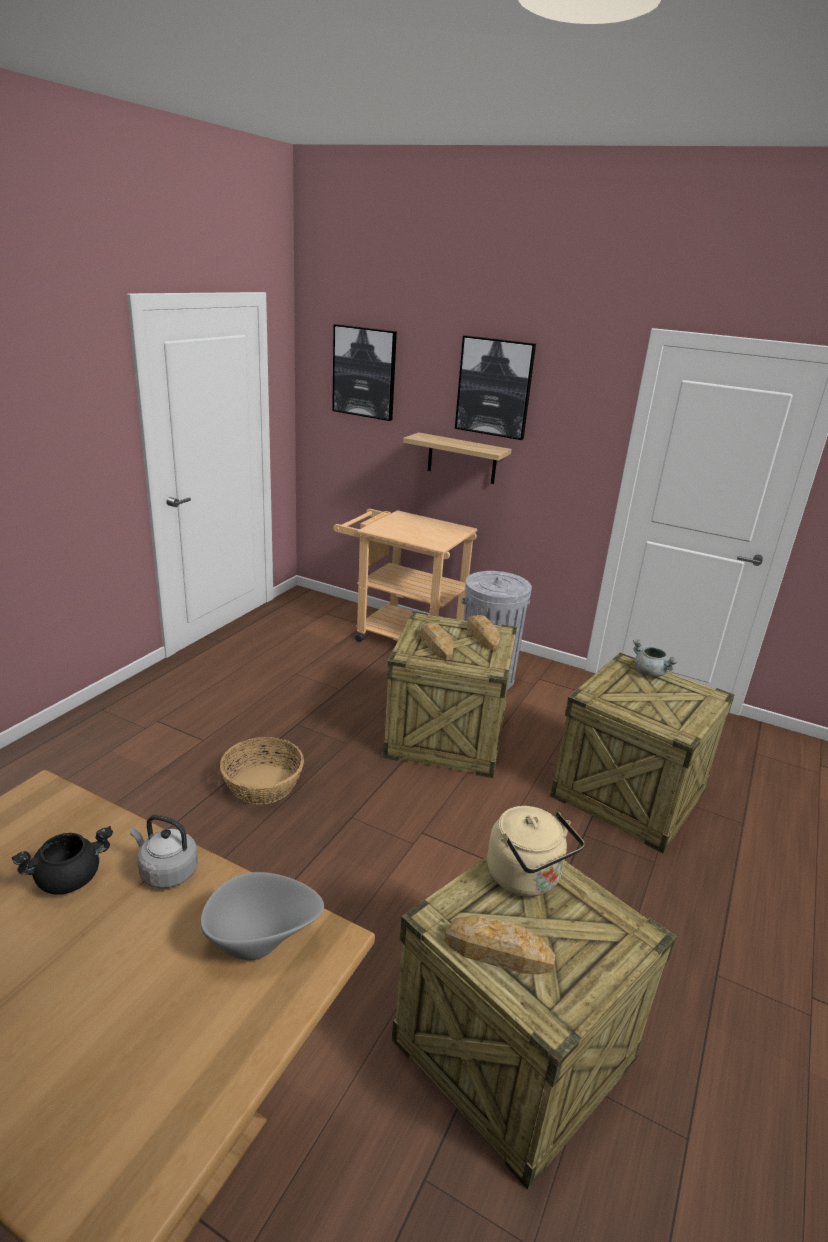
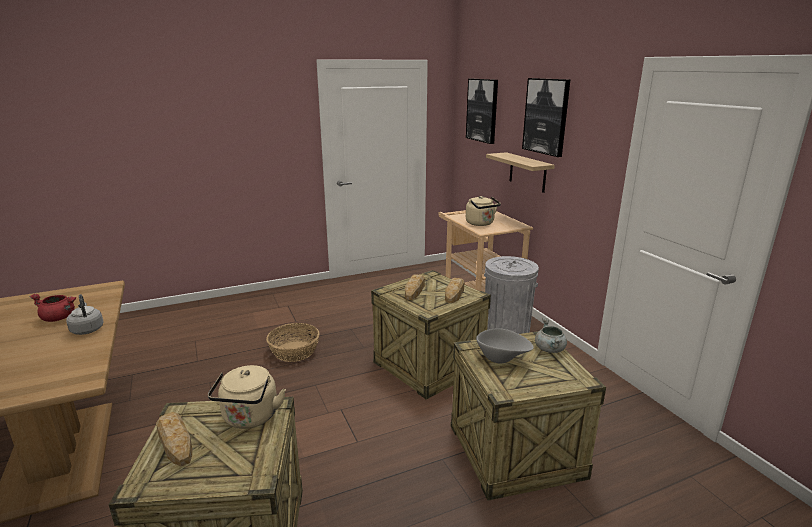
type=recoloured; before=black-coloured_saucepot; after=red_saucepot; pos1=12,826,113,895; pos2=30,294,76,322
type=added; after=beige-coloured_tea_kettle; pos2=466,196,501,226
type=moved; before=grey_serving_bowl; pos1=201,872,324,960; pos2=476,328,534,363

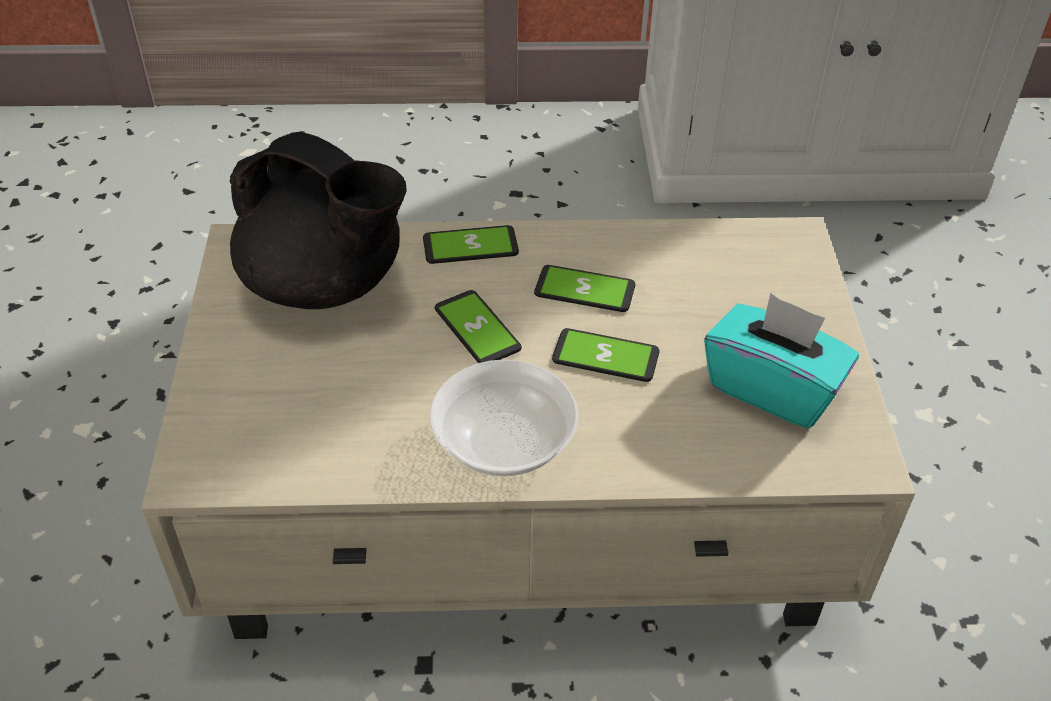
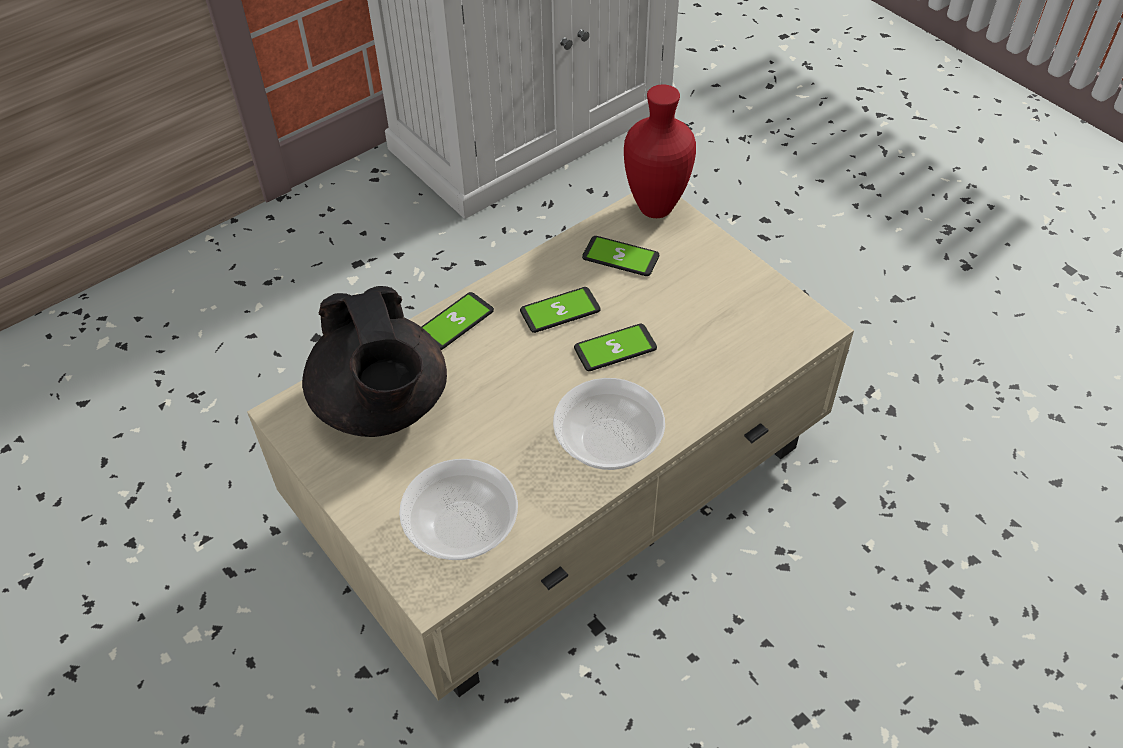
type=turned; before=black-coloured_tea_pot; pos1=229,131,407,309; pos2=302,286,447,437; turn=75
type=added; after=serving_bowl; pos2=399,459,518,560
type=moved; before=handset; pos1=435,290,522,363; pos2=582,236,659,276
type=added; after=red_decorative_vase; pos2=624,84,696,218
type=removed; before=turquoise-coloured_box_of_tissues; pos1=704,293,859,428

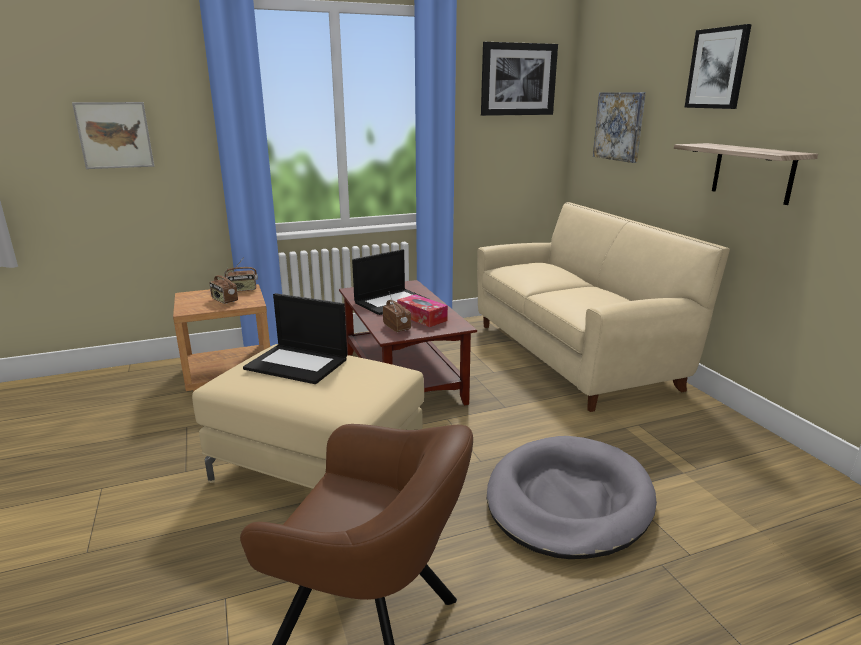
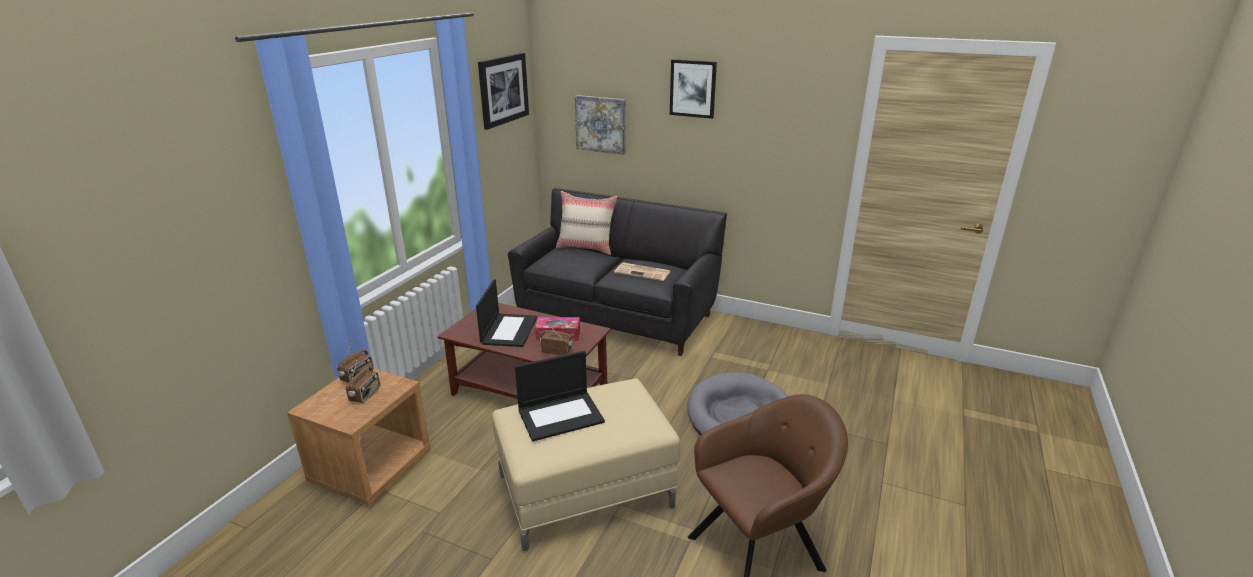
type=turned; before=radio_set; pos1=210,267,238,304; pos2=346,361,380,403; turn=-75
type=recoloured; before=beige-coloured_settee; after=black-coloured_settee; pos1=477,202,730,412; pos2=508,188,727,356
type=added; after=beige-coloured_throw_pillow; pos2=556,191,617,255
type=added; after=newspaper; pos2=614,262,671,281
type=removed; before=wall_art; pos1=72,102,154,169
type=removed; before=wall_shelf; pos1=674,143,818,205

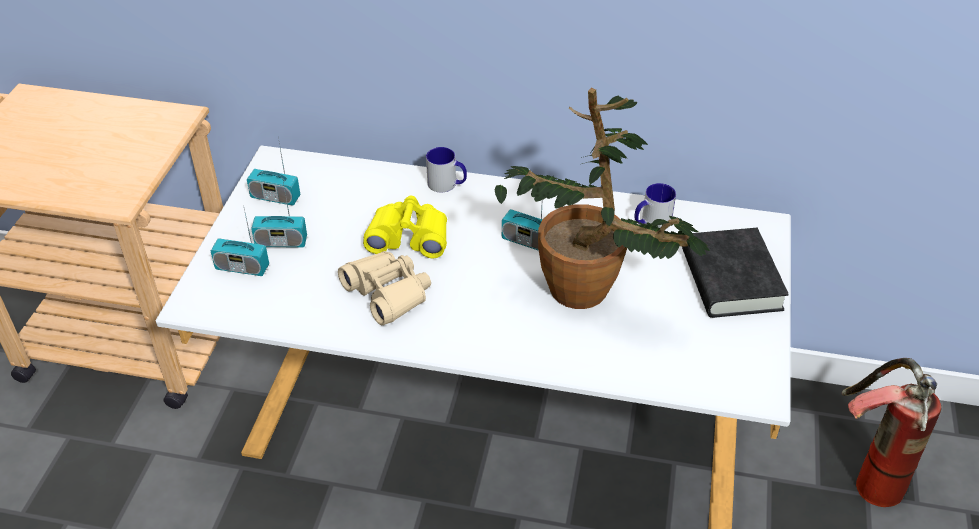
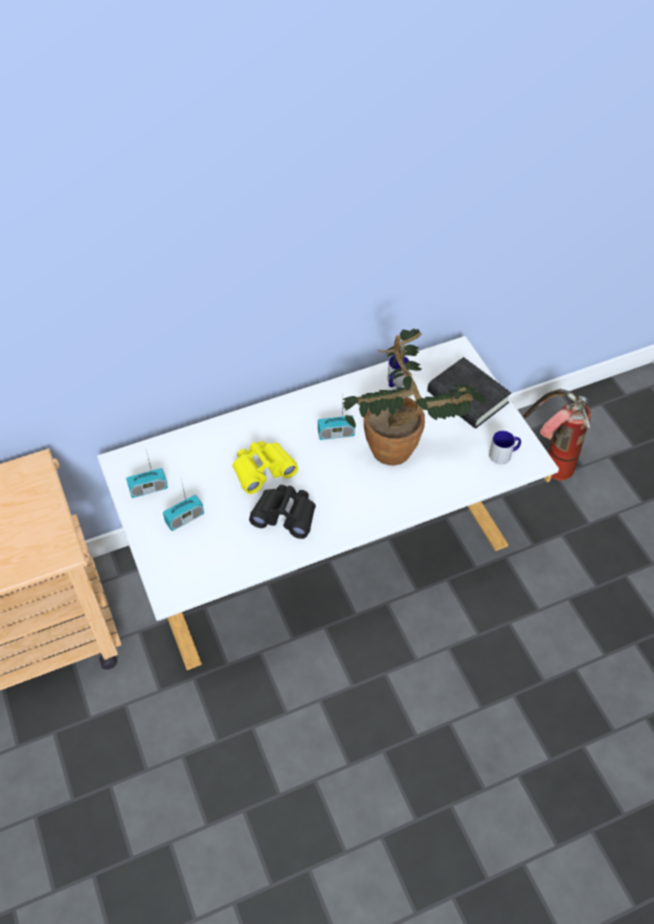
type=recoloured; before=beige-coloured_field_glasses; after=black-coloured_field_glasses; pos1=338,251,431,325; pos2=249,485,316,539
type=moved; before=coffee_mug; pos1=426,147,467,192; pos2=489,431,521,464
type=removed; before=radio_set; pos1=211,204,269,276

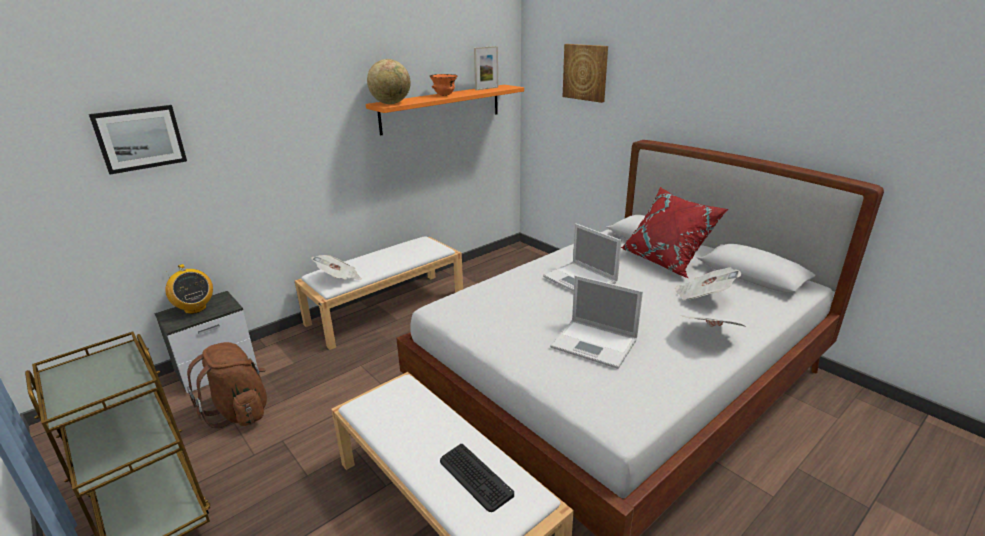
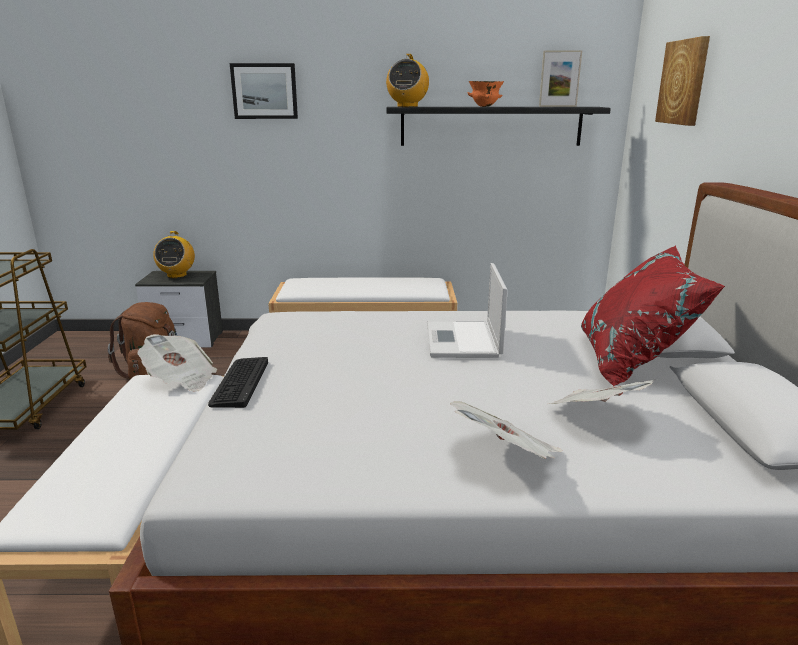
type=moved; before=newspaper; pos1=311,255,361,280; pos2=138,334,217,392
type=moved; before=PC_keyboard; pos1=440,444,514,512; pos2=208,357,268,408
type=moved; before=wall_art; pos1=89,105,187,175; pos2=230,63,298,119
type=replaced; before=globe; after=radio_set; pos1=367,59,411,104; pos2=386,54,429,107
type=recoloured; before=orangey_wall_shelf; after=black-coloured_wall_shelf; pos1=366,85,524,136; pos2=386,107,611,146
type=removed; before=notebook_computer; pos1=550,275,643,369

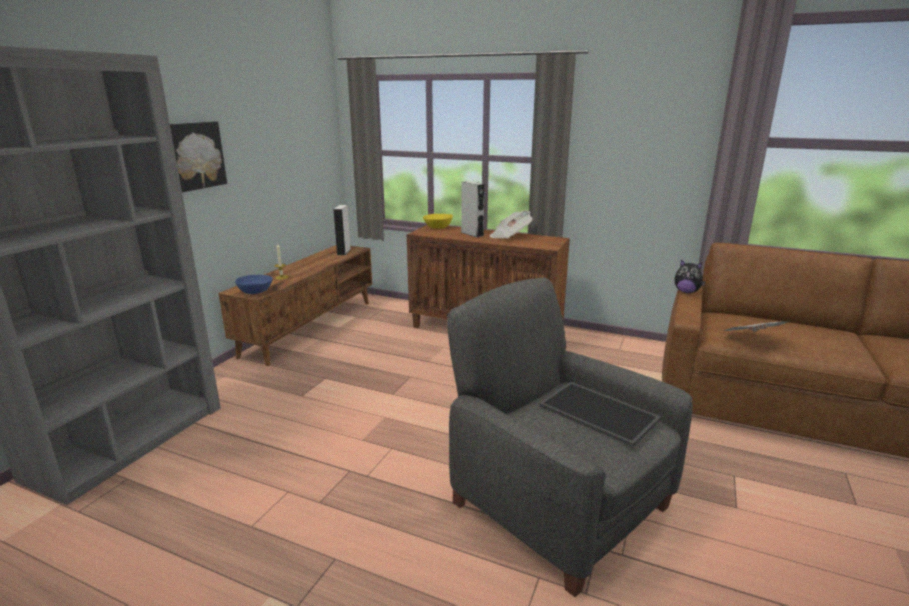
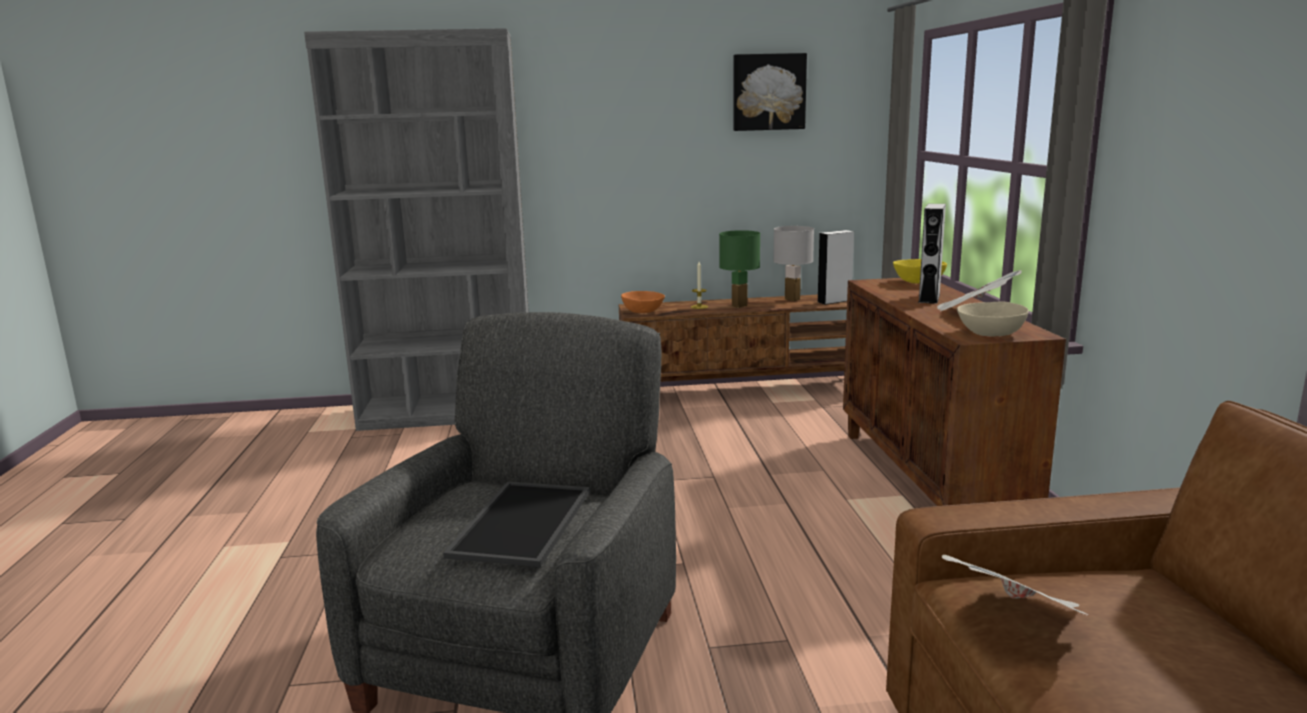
type=recoloured; before=blue-coloured_serving_bowl; after=orangey_serving_bowl; pos1=235,275,273,294; pos2=621,291,665,313
type=added; after=greenish_tabletop_lamp; pos2=719,230,760,308
type=moved; before=wall_art; pos1=170,121,227,192; pos2=733,53,807,131
type=added; after=white-coloured_tabletop_lamp; pos2=773,226,814,301
type=added; after=beige-coloured_serving_bowl; pos2=957,302,1029,337
type=removed; before=cuddly_toy; pos1=675,260,706,293

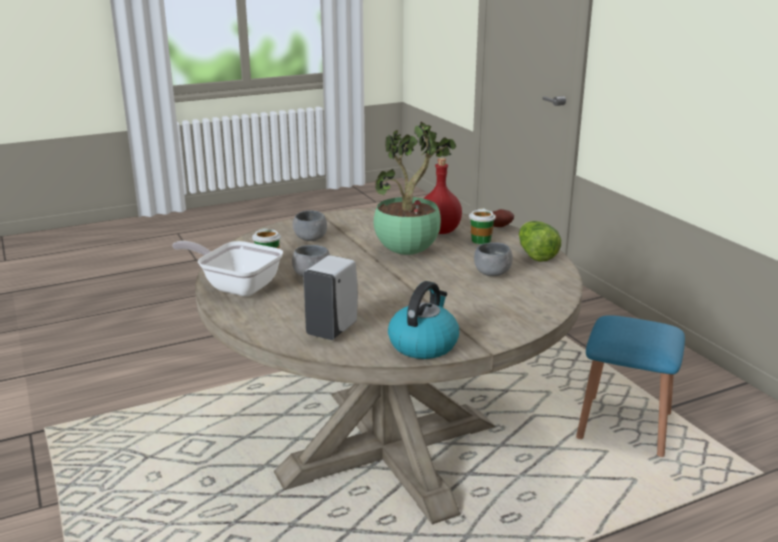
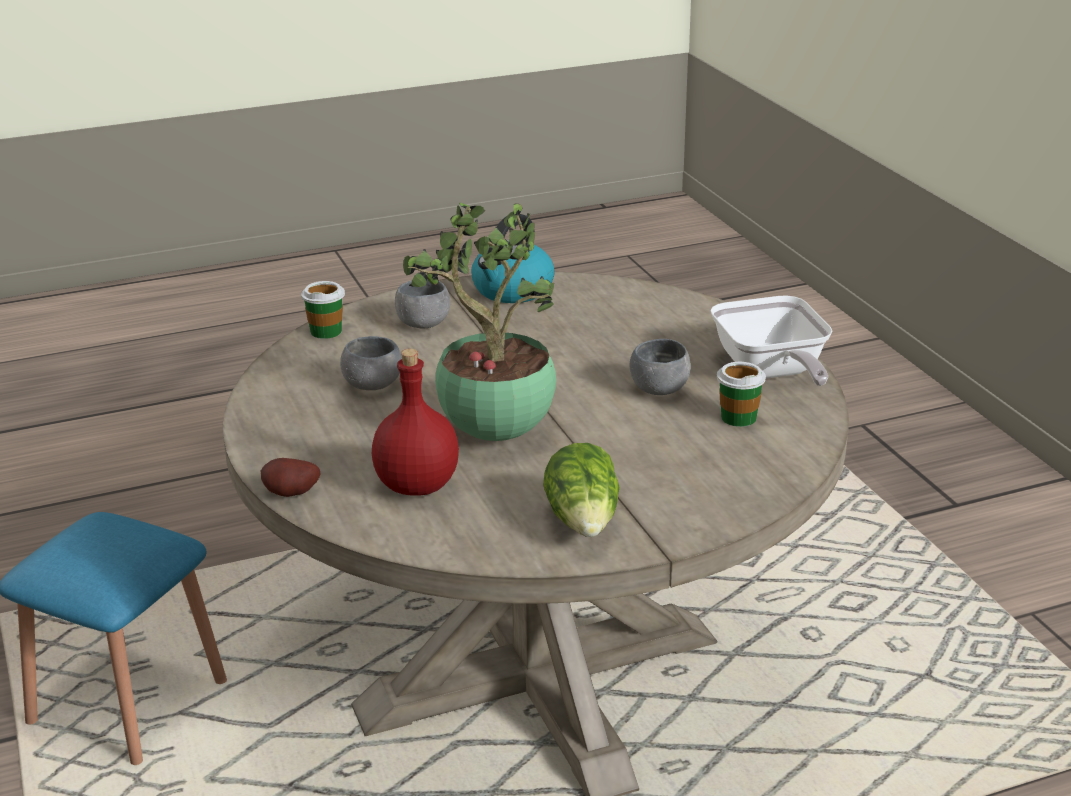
type=moved; before=cup; pos1=469,208,496,244; pos2=301,281,345,339
type=moved; before=grey_serving_bowl; pos1=293,210,327,241; pos2=395,280,450,328
type=moved; before=lettuce_head; pos1=519,221,561,262; pos2=543,443,620,537
type=turned; before=pan; pos1=172,241,283,296; pos2=710,295,833,386; turn=45
type=removed; before=white-coloured_liquid_soap_bottle; pos1=303,255,358,340

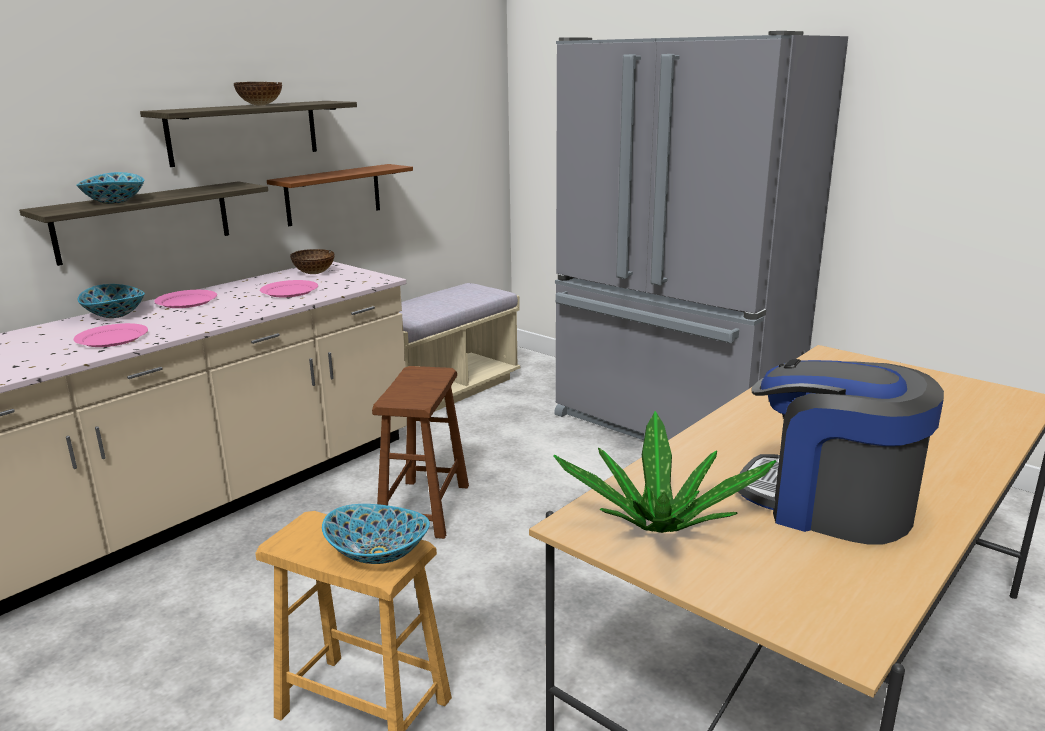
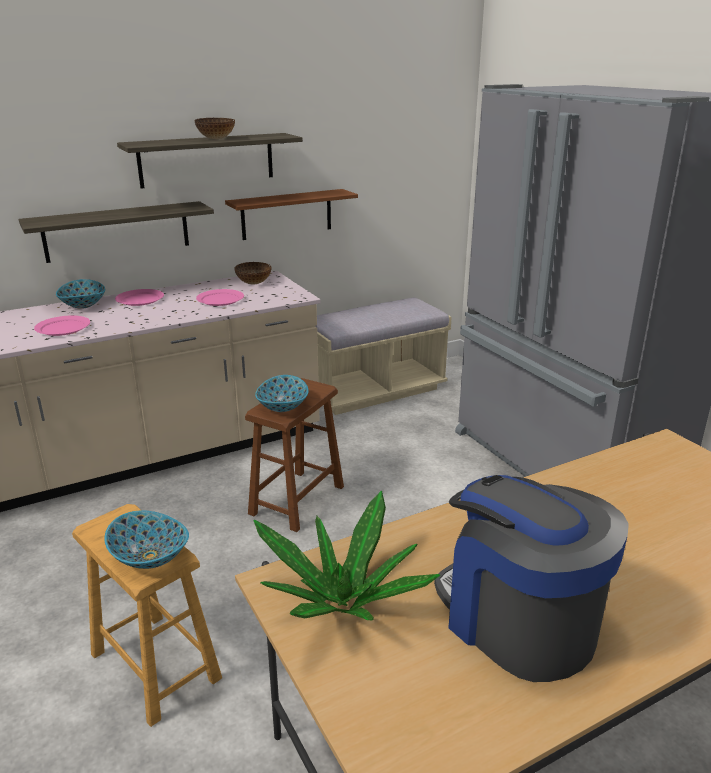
type=moved; before=serving_bowl; pos1=77,172,144,204; pos2=255,375,309,412

